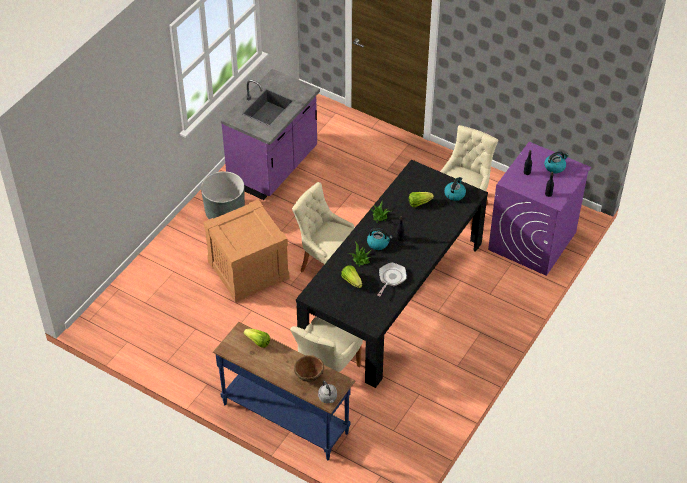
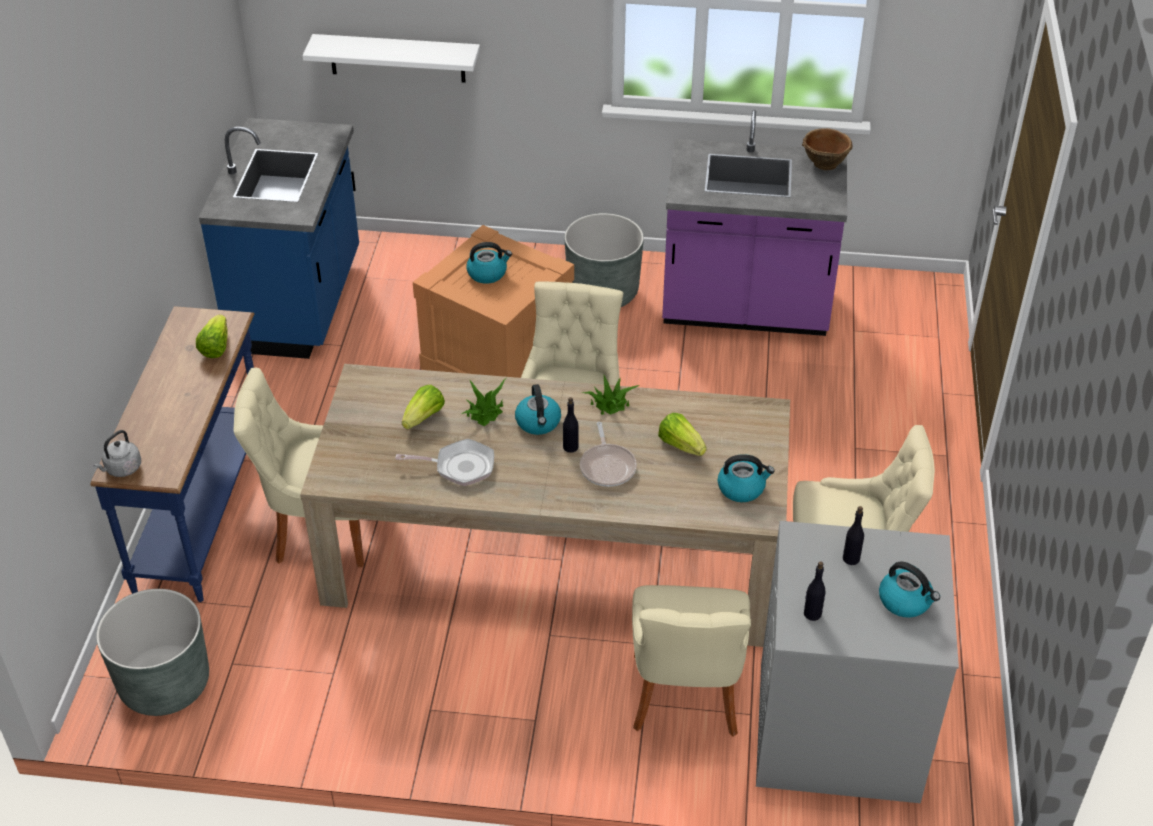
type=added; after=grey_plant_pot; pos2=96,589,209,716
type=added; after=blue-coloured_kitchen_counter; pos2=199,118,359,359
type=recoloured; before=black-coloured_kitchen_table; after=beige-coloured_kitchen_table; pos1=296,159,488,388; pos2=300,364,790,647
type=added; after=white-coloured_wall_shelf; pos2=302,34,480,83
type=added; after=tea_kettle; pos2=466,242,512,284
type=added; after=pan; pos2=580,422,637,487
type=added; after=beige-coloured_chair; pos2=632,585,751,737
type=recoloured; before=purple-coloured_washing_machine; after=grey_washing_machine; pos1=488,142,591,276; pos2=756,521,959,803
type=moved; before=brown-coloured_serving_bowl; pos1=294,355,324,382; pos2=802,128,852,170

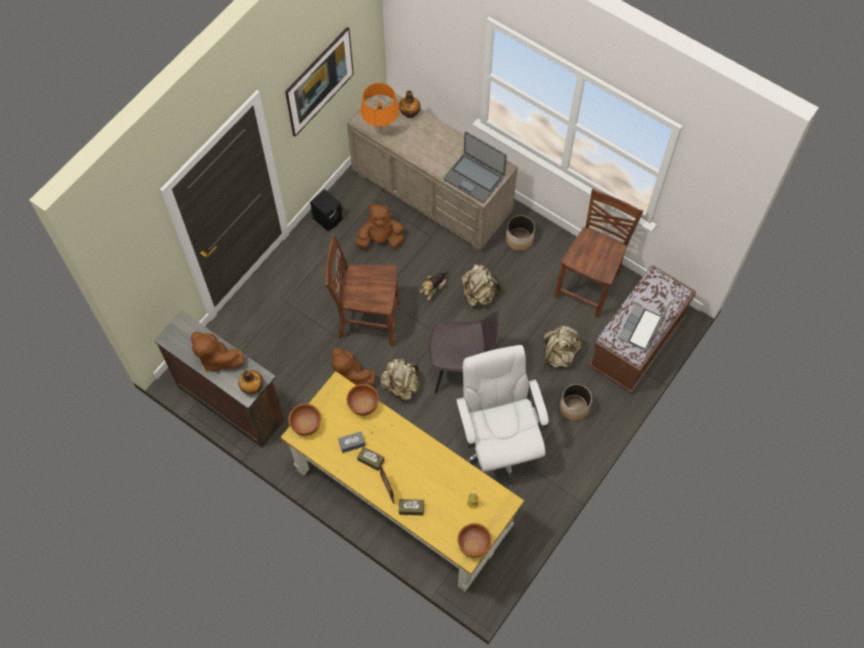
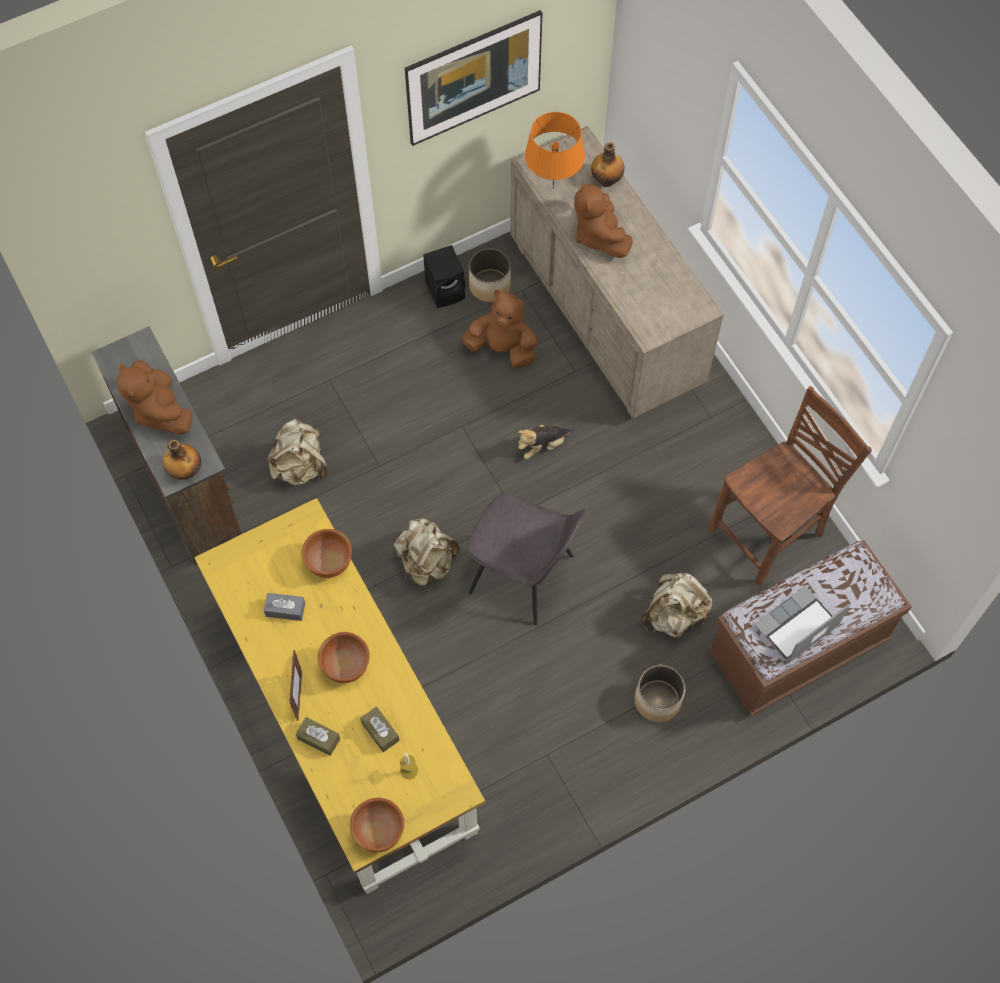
type=moved; before=beige-coloured_knapsack; pos1=461,264,501,306; pos2=267,419,327,486
type=moved; before=brown-coloured_serving_bowl; pos1=288,404,321,436; pos2=318,632,370,683
type=moved; before=brown-coloured_box_of_tissues; pos1=357,447,384,471; pos2=360,707,399,752
type=moved; before=plant_pot; pos1=506,215,535,251; pos2=469,248,511,302
type=moved; before=brown-coloured_cuddly_toy; pos1=332,347,375,386; pos2=574,180,633,258
type=removed; before=brown-coloured_chair; pos1=325,235,399,347
type=removed; before=notebook_computer; pos1=443,132,507,203
type=removed; before=white-coloured_computer_chair; pos1=456,345,549,484

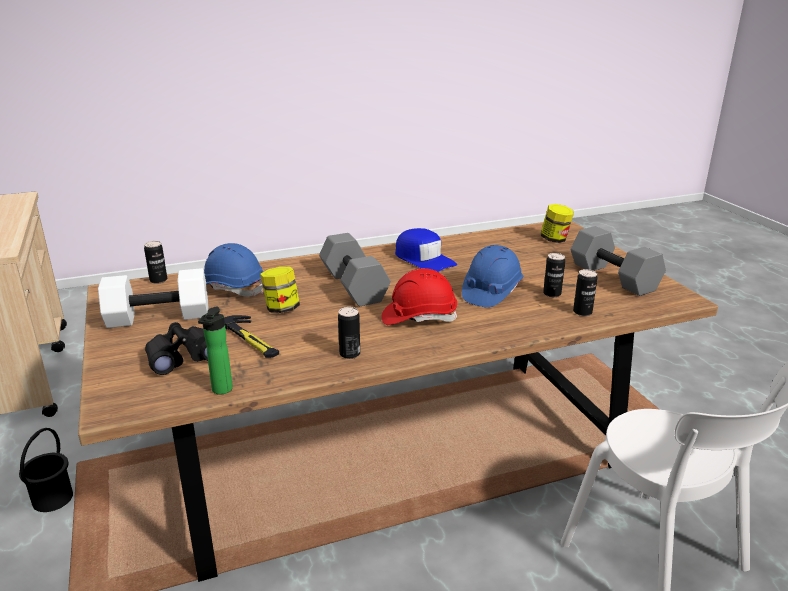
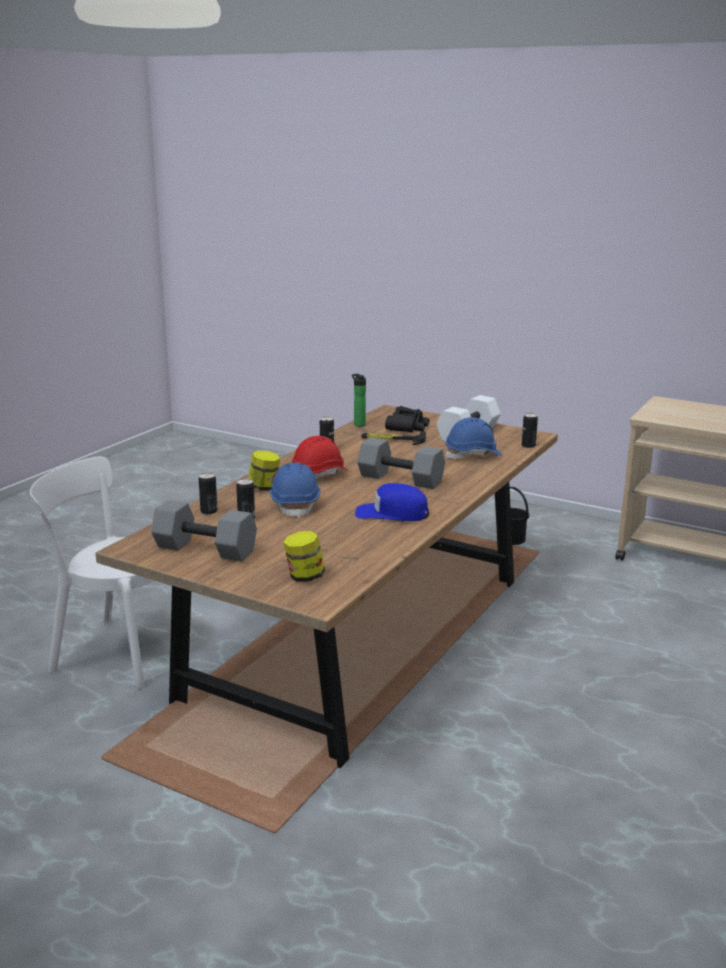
type=moved; before=jar; pos1=260,267,300,313; pos2=249,451,280,491

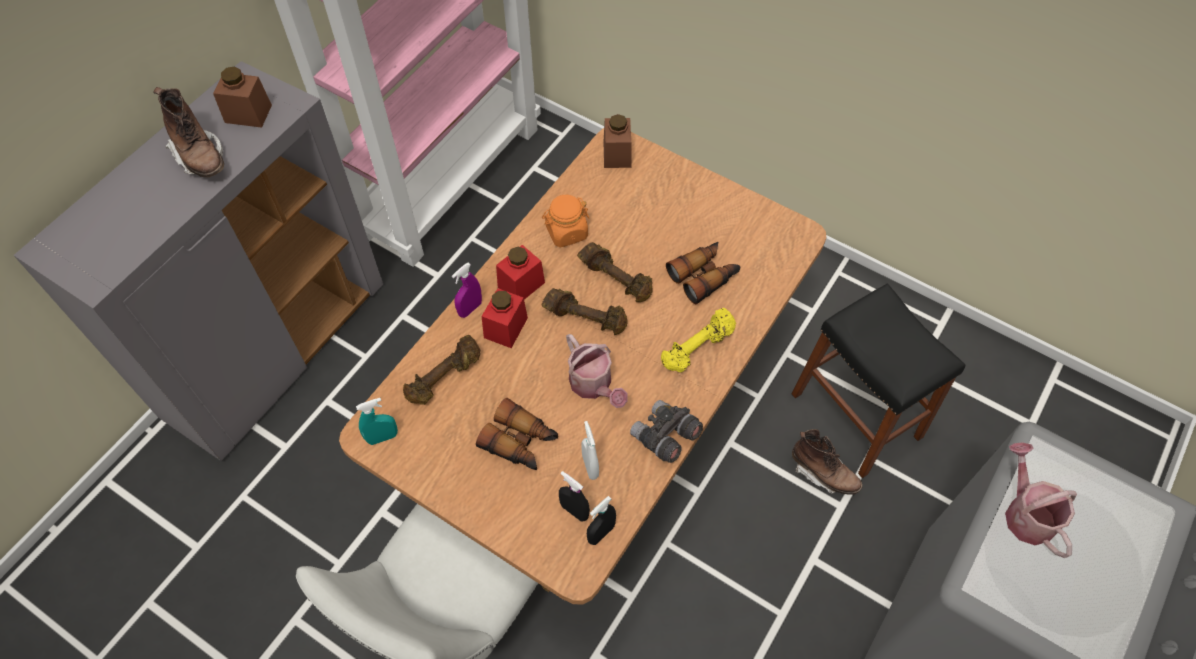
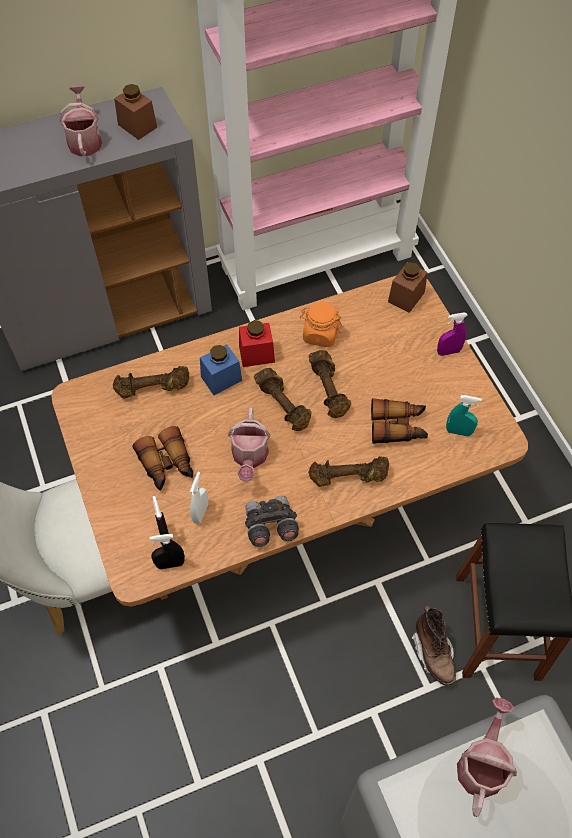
type=replaced; before=brown-coloured_boot; after=sprinkling_can; pos1=153,87,224,177; pos2=59,86,102,156
type=recoloured; before=red_jar; after=blue-coloured_jar; pos1=482,288,528,348; pos2=200,344,242,395
type=recoloured; before=yellow-coloured_free_weight; after=brown-coloured_free_weight; pos1=661,308,736,373; pos2=308,456,389,487
type=moved; before=purple-coloured_sprayer; pos1=452,263,482,318; pos2=437,312,468,356
type=moved; before=turquoise-coloured_sprayer; pos1=356,398,398,445; pos2=446,395,482,436

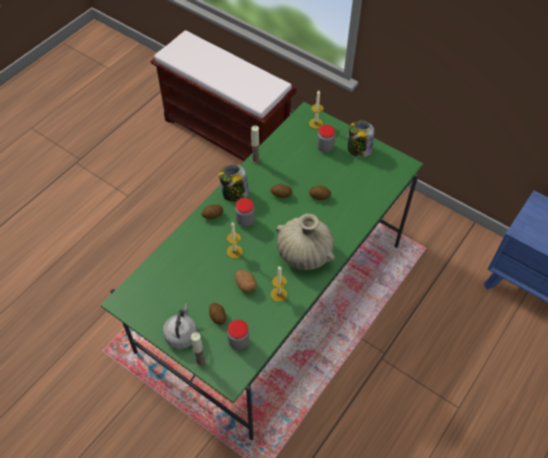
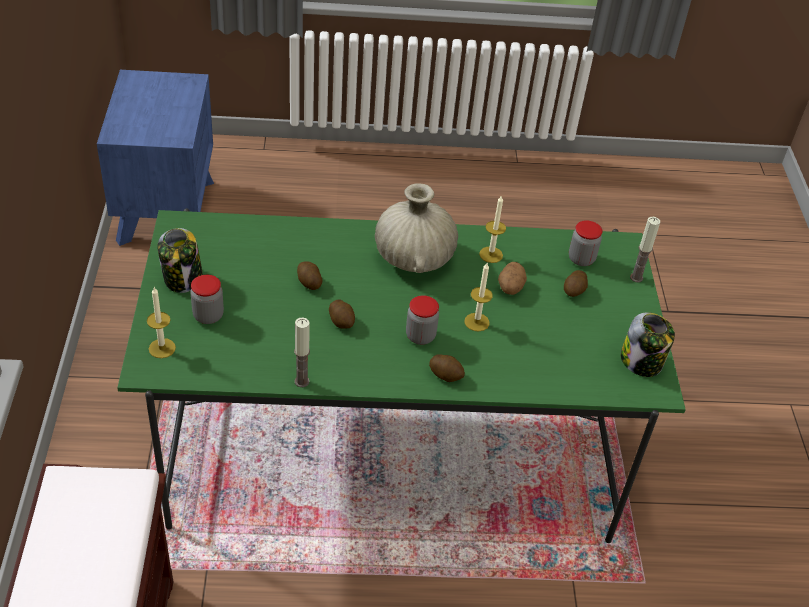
type=moved; before=jar; pos1=219,164,249,202; pos2=621,312,675,377
type=removed; before=grey_tea_kettle; pos1=163,304,197,349

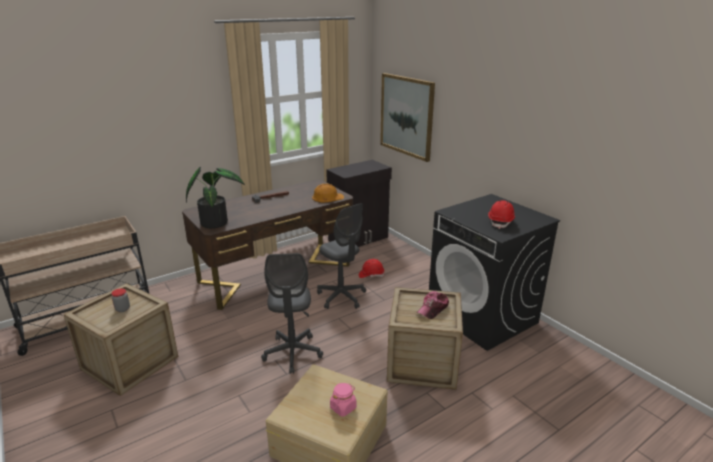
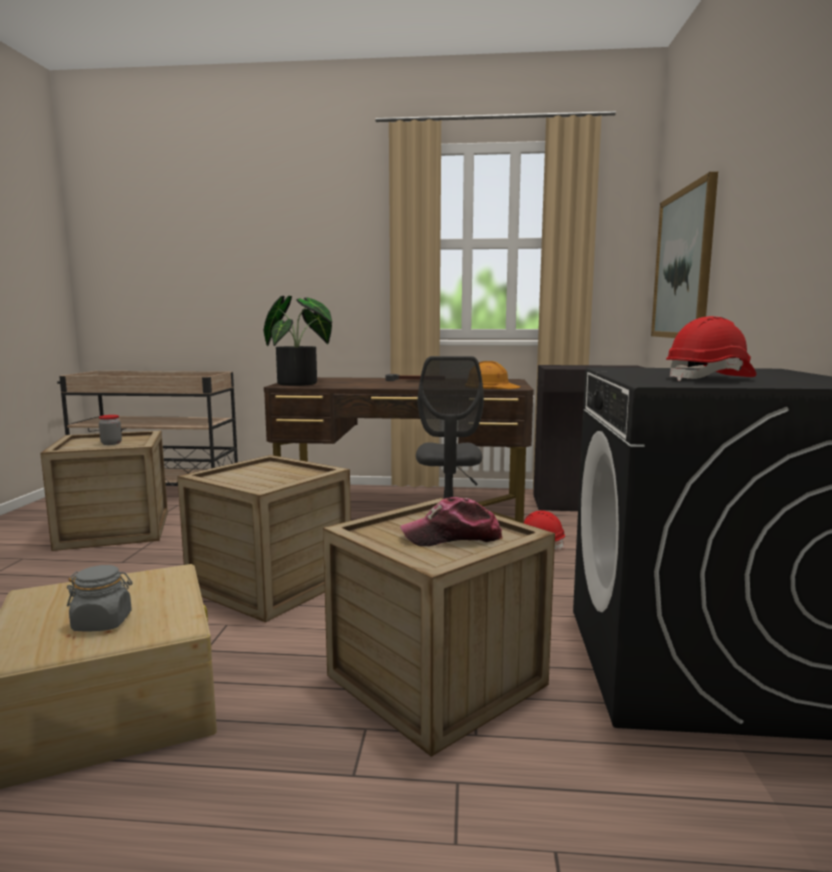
type=recoloured; before=pink-coloured_jar; after=grey_jar; pos1=330,383,356,417; pos2=67,565,133,631
type=replaced; before=grey_computer_chair; after=shipping_crate; pos1=261,253,323,374; pos2=177,455,351,623

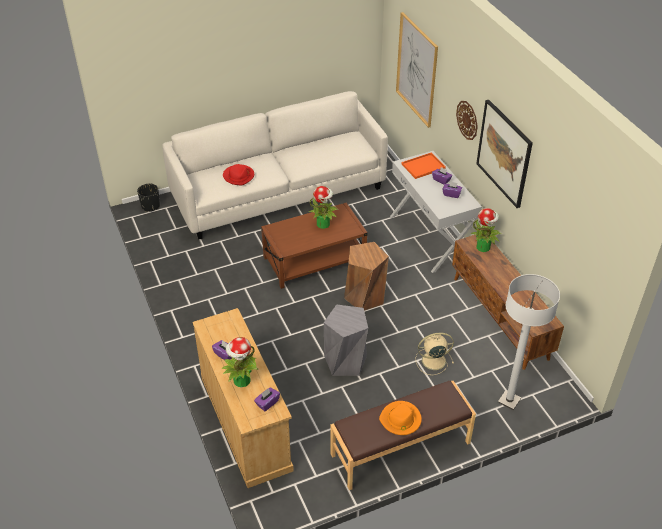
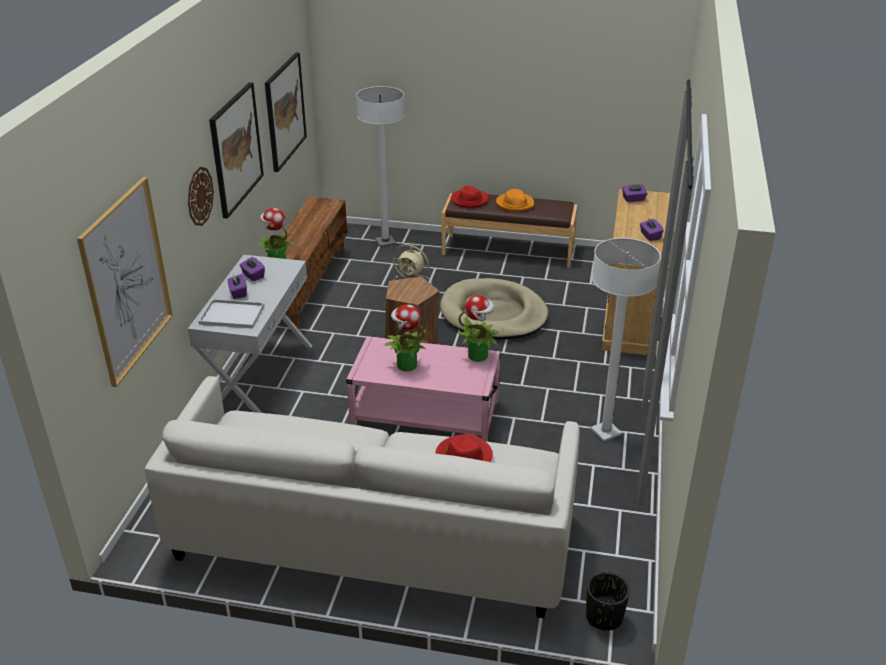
type=recoloured; before=orangey_tray; after=white-coloured_tray; pos1=401,153,446,179; pos2=198,299,265,329
type=added; after=wall_art; pos2=265,53,307,172
type=recoloured; before=brown-coloured_coffee_table; after=pink-coloured_coffee_table; pos1=261,202,368,289; pos2=346,336,501,442
type=replaced; before=grey_stool; after=beige-coloured_dog_bed; pos1=324,304,368,376; pos2=440,278,548,340
type=added; after=red_wearable_hat; pos2=451,186,489,208
type=moved; before=houseplant; pos1=221,337,259,387; pos2=457,295,501,362
type=added; after=white-coloured_floor_lamp; pos2=590,238,661,442

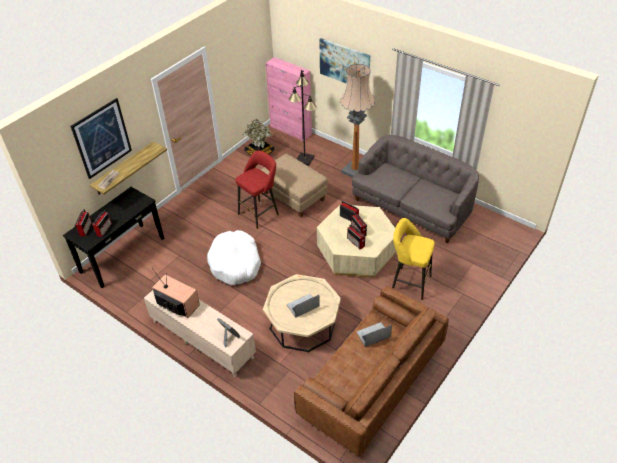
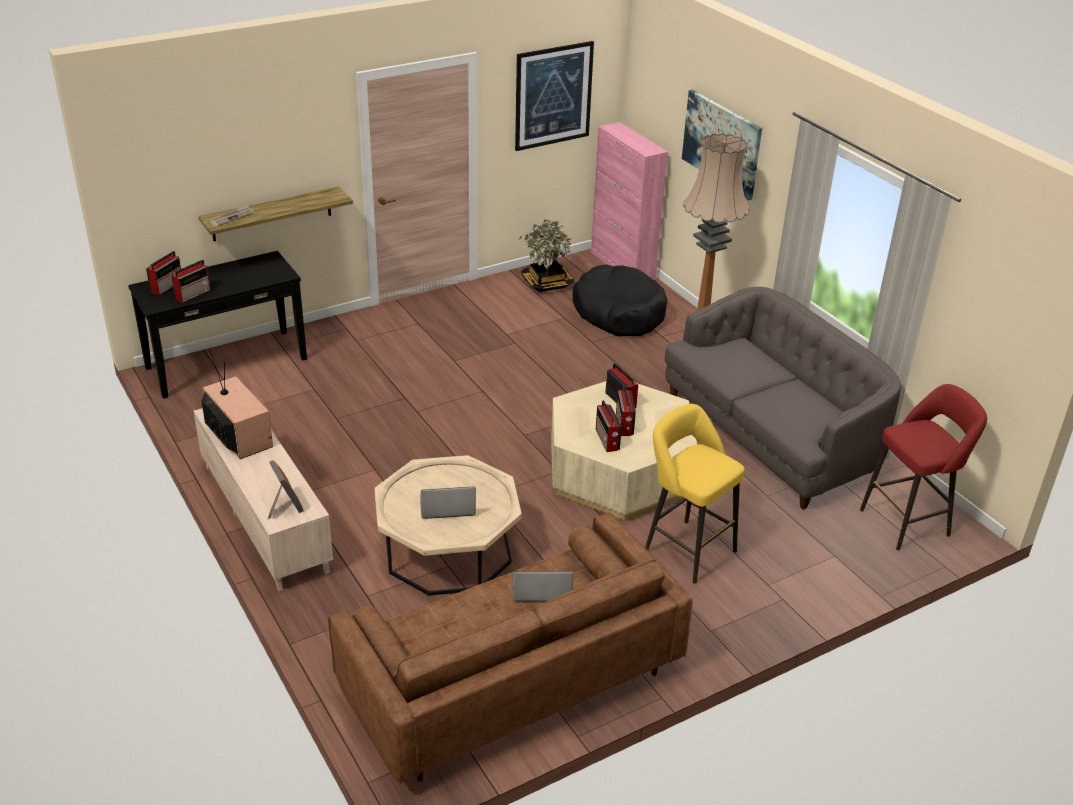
type=moved; before=wall_art; pos1=70,98,132,179; pos2=515,41,594,151
type=replaced; before=black-coloured_floor_lamp; after=black-coloured_dog_bed; pos1=289,70,317,166; pos2=573,265,667,336
type=moved; before=red_stool; pos1=236,150,279,229; pos2=860,384,987,550
type=removed; before=white-coloured_dog_bed; pos1=207,230,261,285
type=removed; before=beige-coloured_footrest; pos1=261,154,328,217

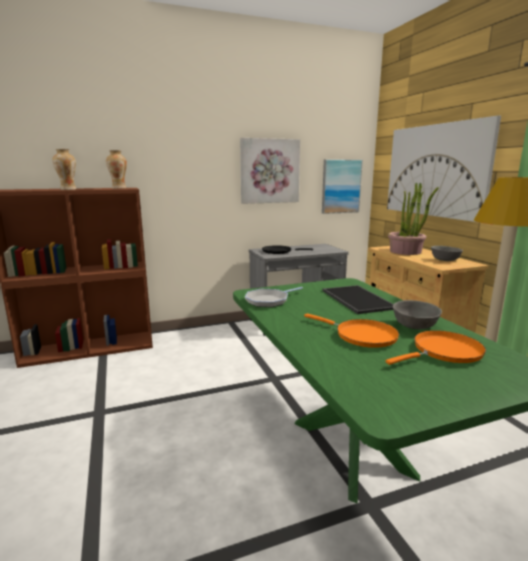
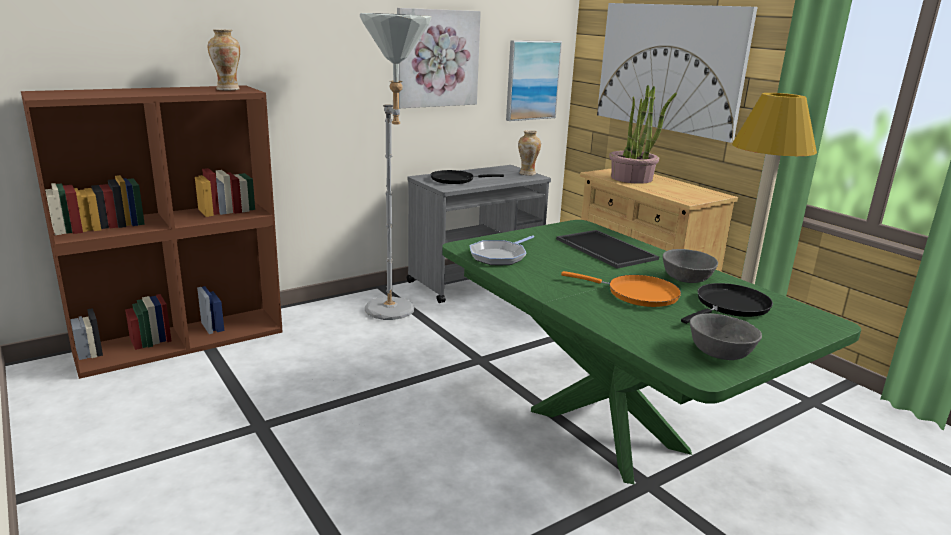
type=added; after=grey_floor_lamp; pos2=360,13,432,320
type=moved; before=decorative_vase; pos1=52,149,77,190; pos2=518,130,541,176
type=recoloured; before=orangey_pan; after=black-coloured_pan; pos1=386,330,486,365; pos2=681,283,773,324
type=moved; before=grey_serving_bowl; pos1=431,246,463,261; pos2=690,313,762,360

